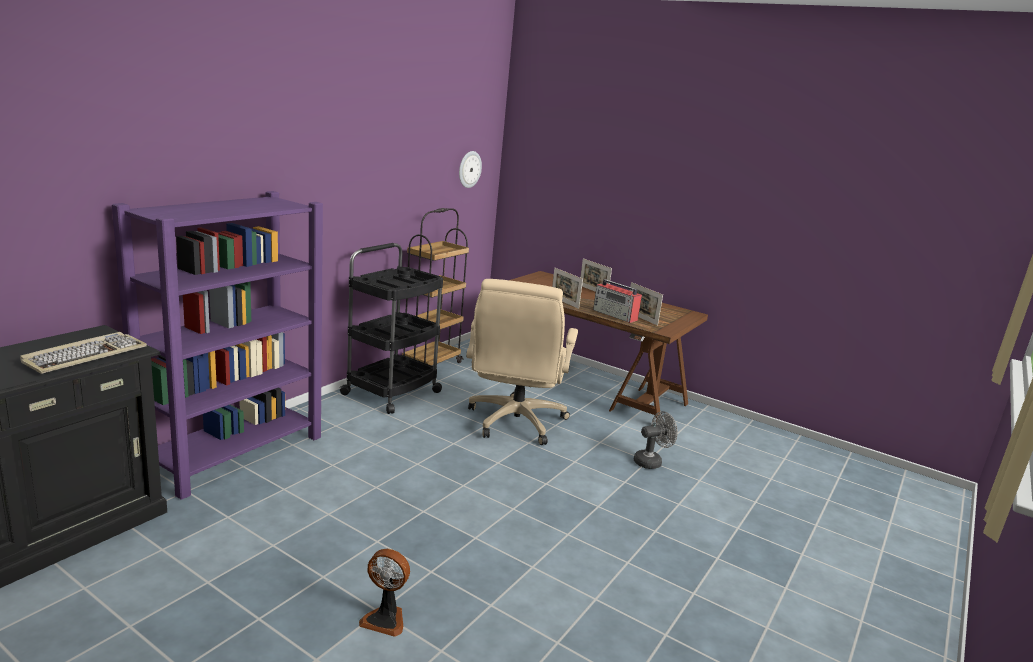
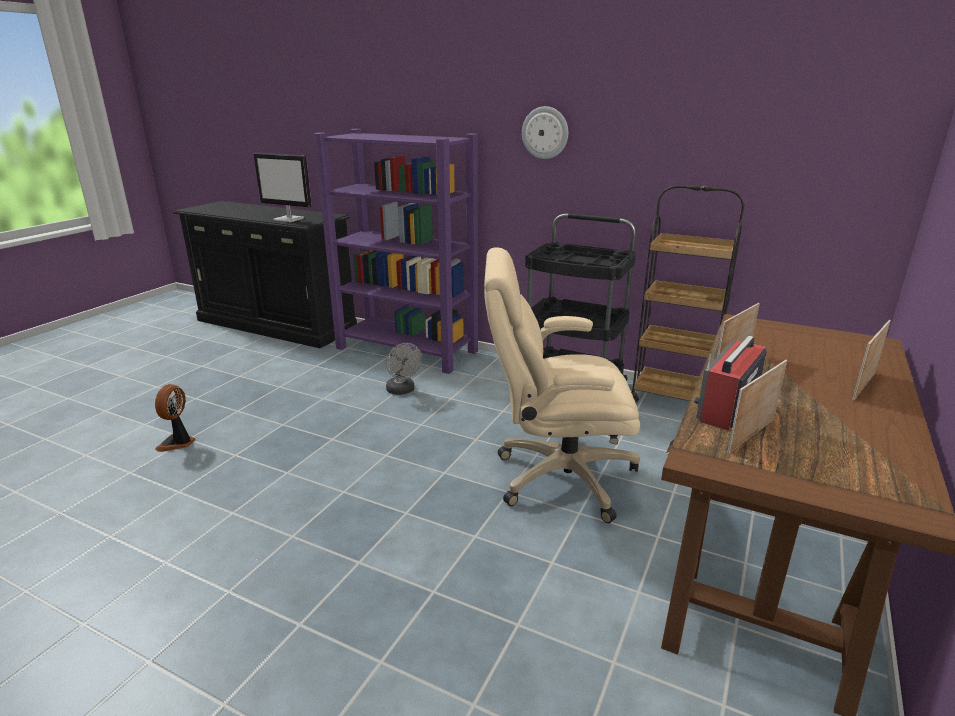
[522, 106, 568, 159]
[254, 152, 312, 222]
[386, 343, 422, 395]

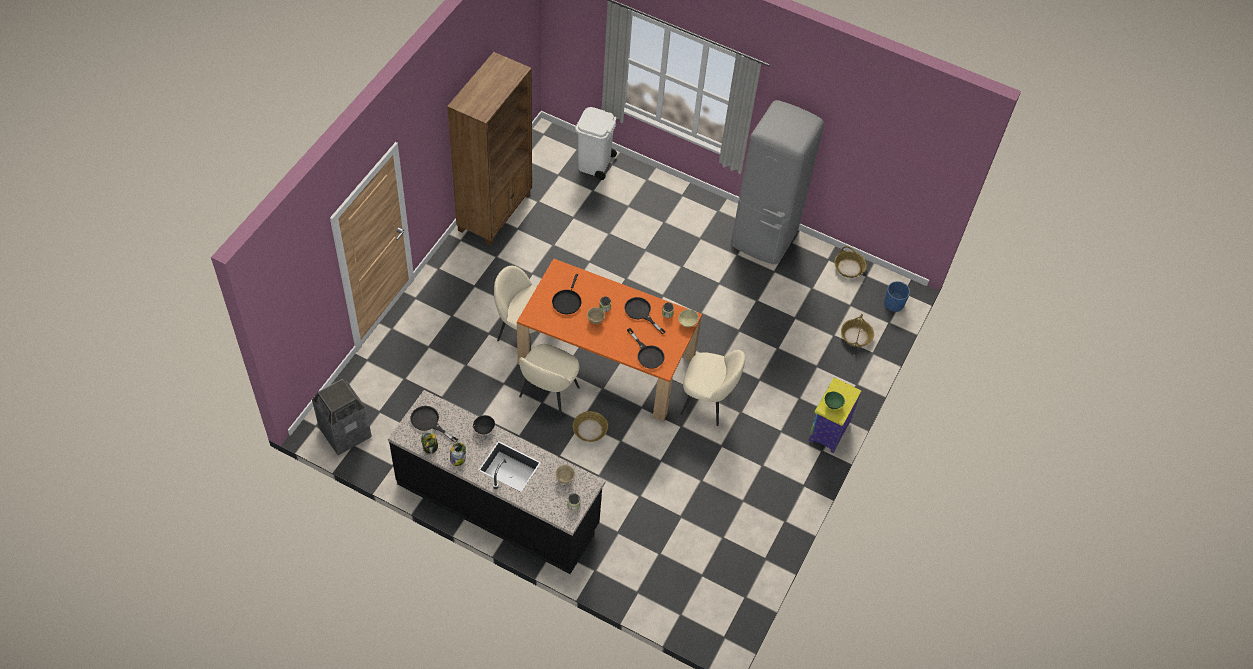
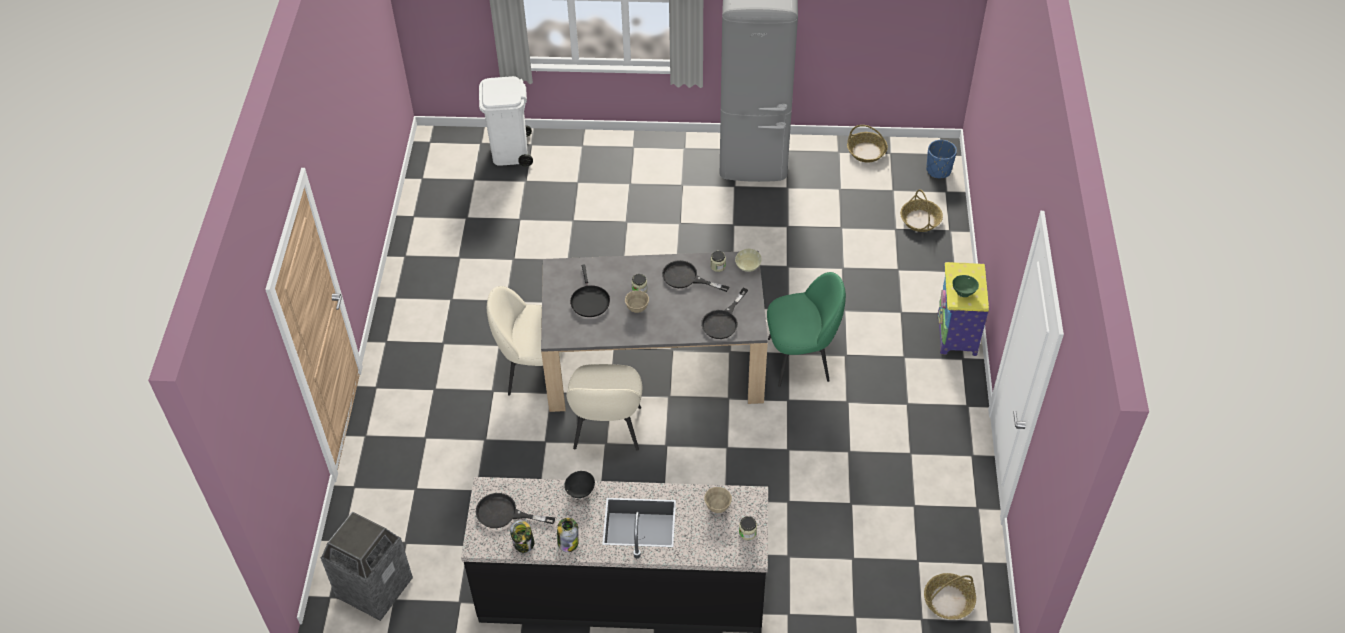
[447, 52, 532, 246] (first image)
[541, 251, 768, 412]
[701, 288, 748, 339]
[767, 272, 846, 387]
[924, 573, 976, 620]

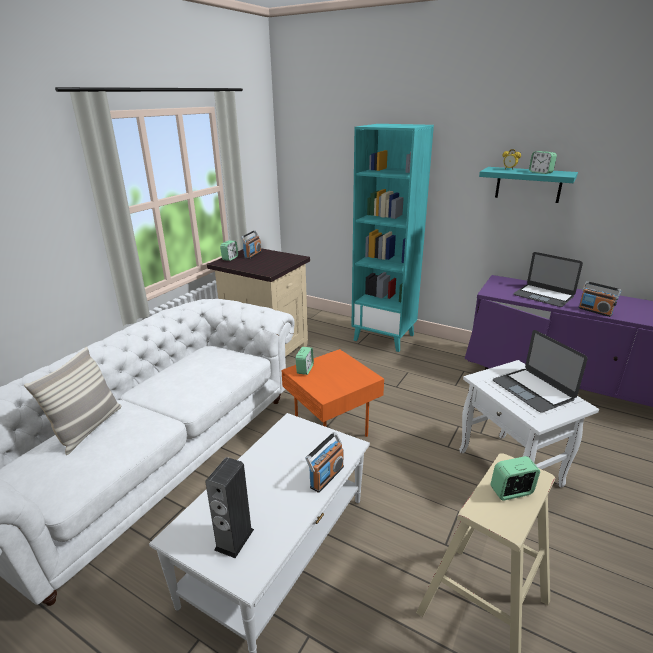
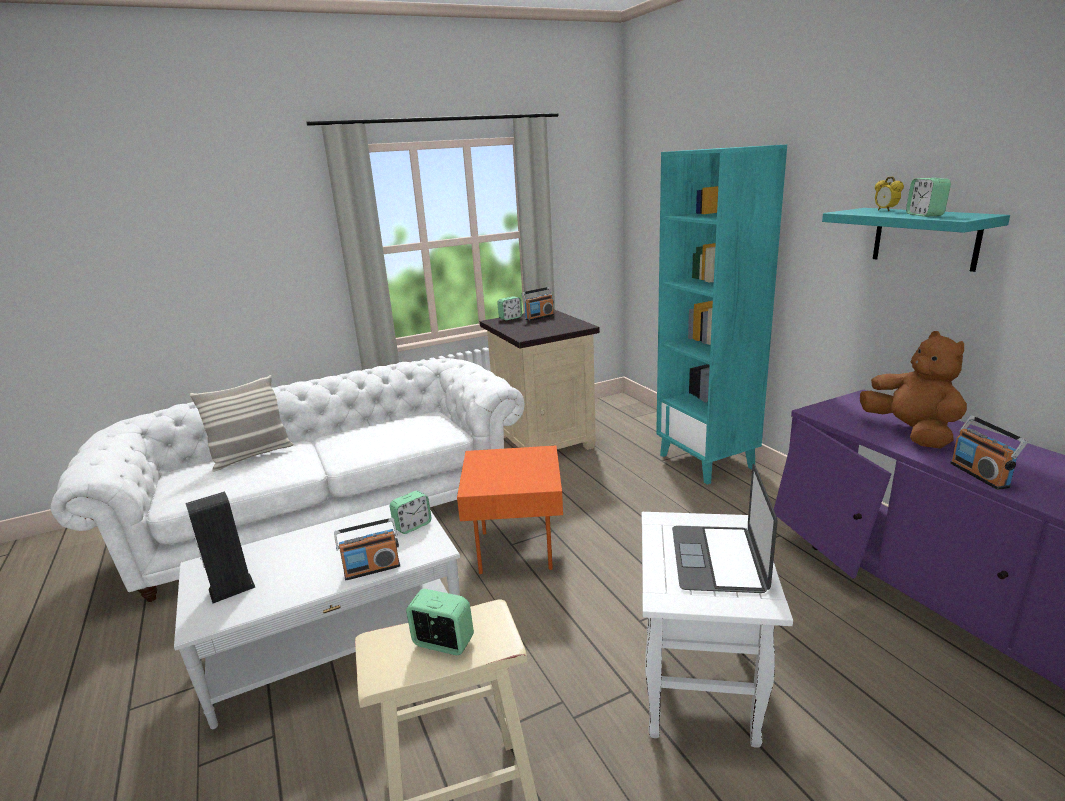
[860, 331, 967, 449]
[390, 491, 431, 534]

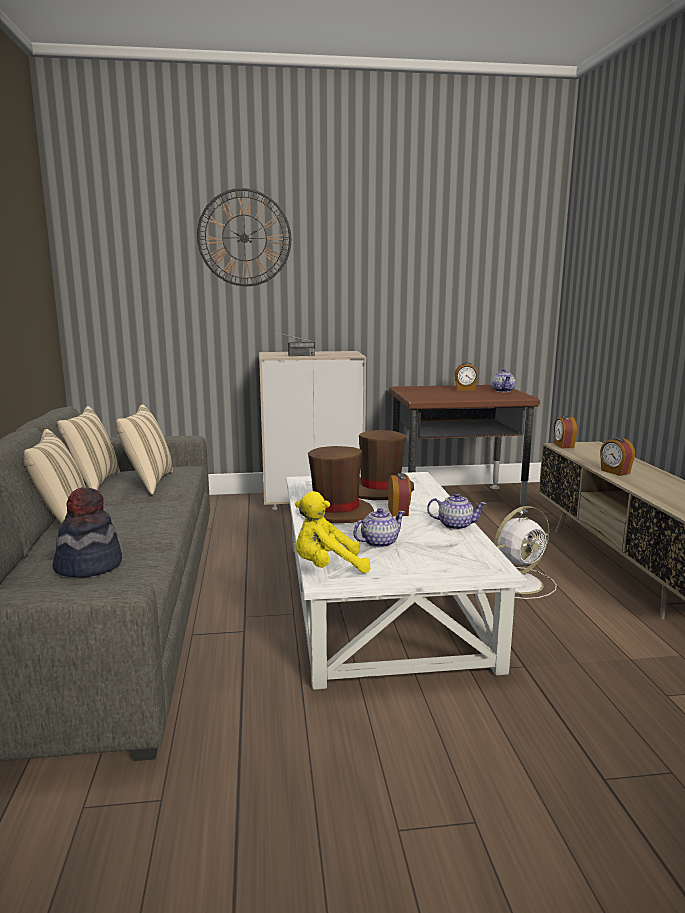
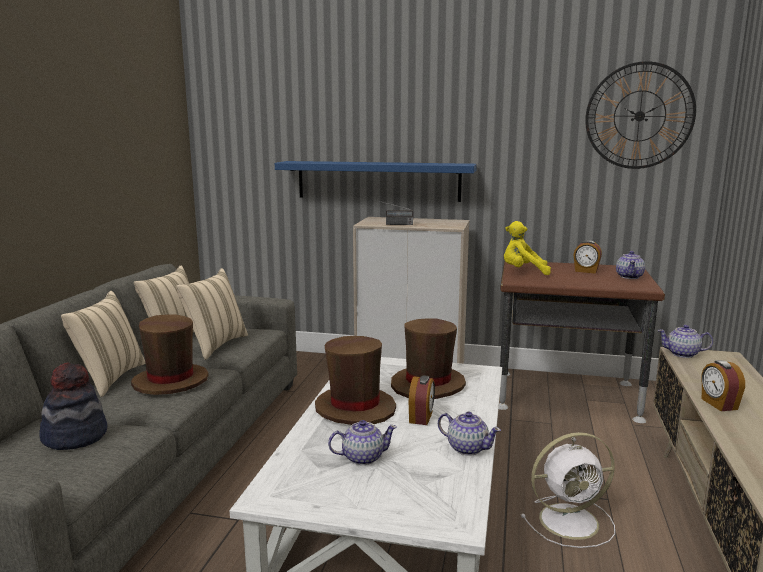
[585, 61, 696, 169]
[657, 325, 713, 358]
[504, 221, 551, 275]
[275, 161, 477, 202]
[131, 315, 209, 395]

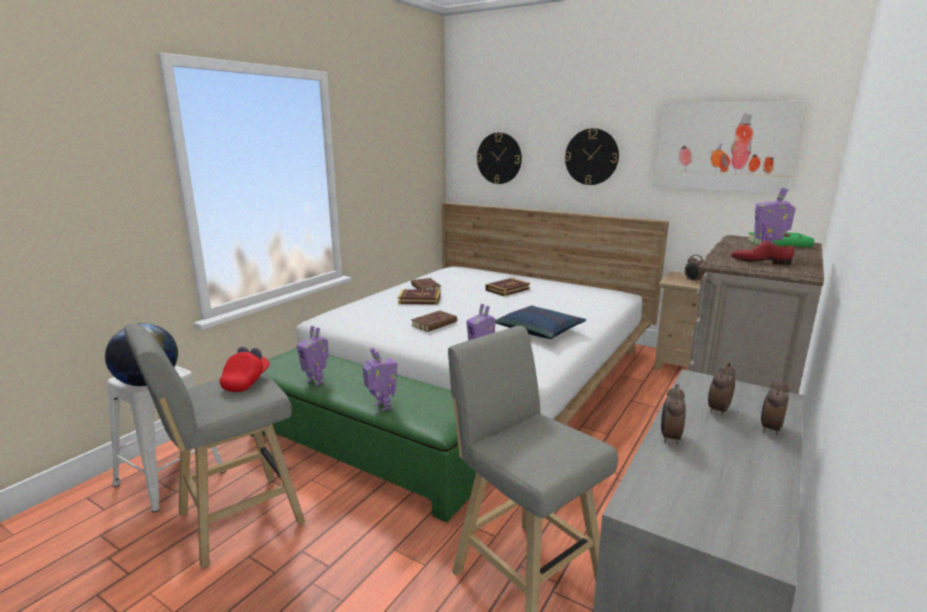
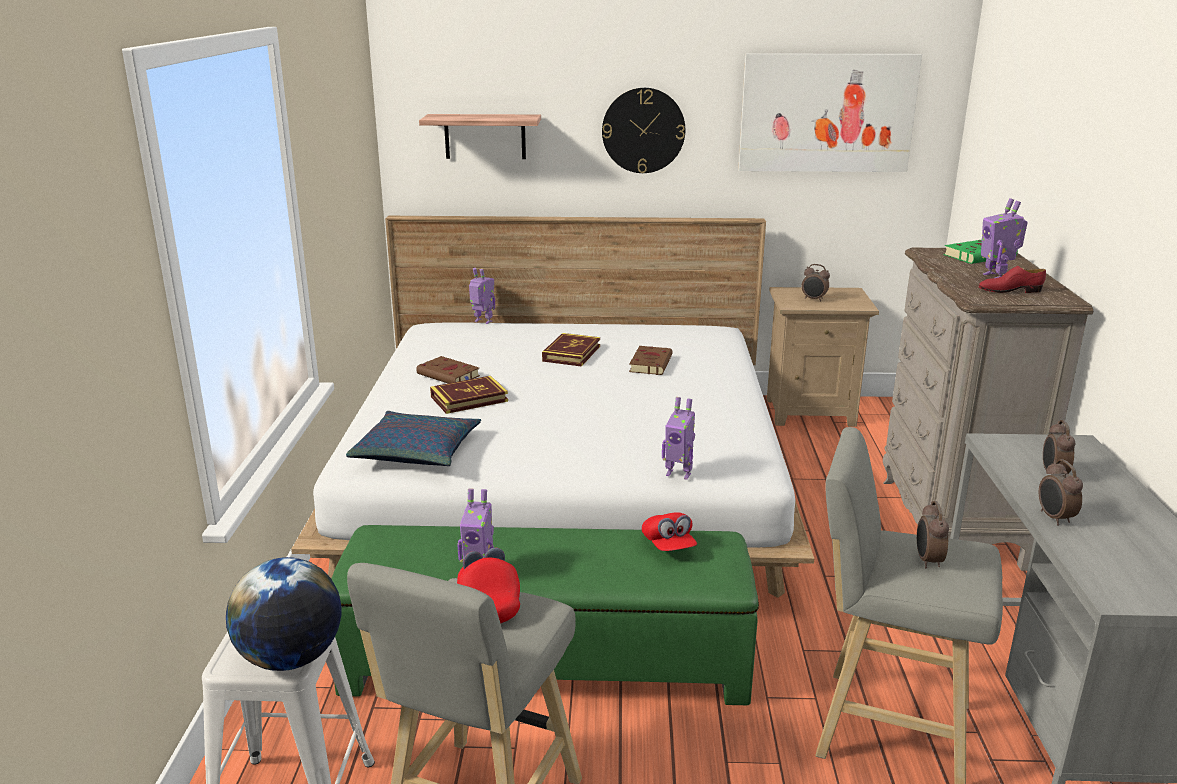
[419, 114, 541, 159]
[346, 411, 481, 466]
[629, 346, 673, 375]
[469, 268, 495, 324]
[917, 501, 949, 568]
[642, 512, 697, 551]

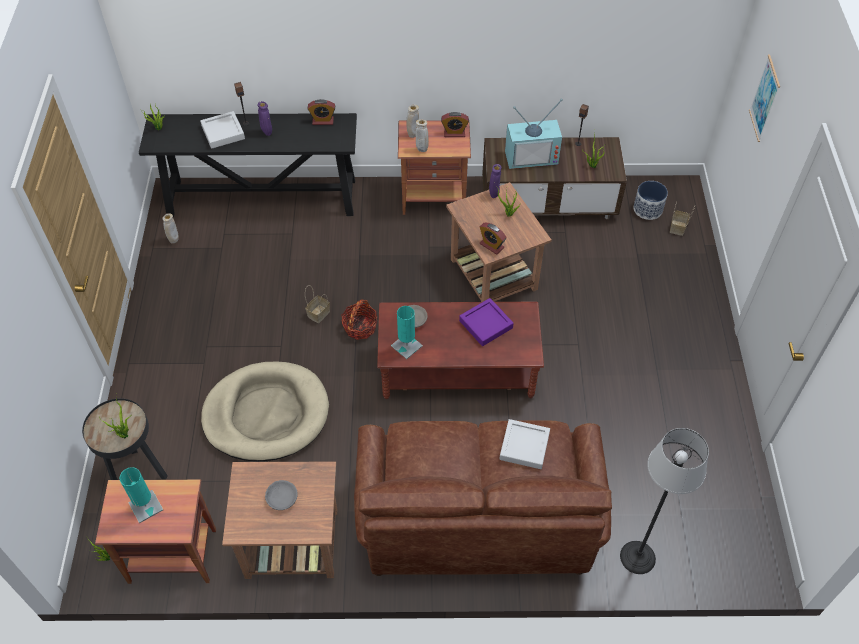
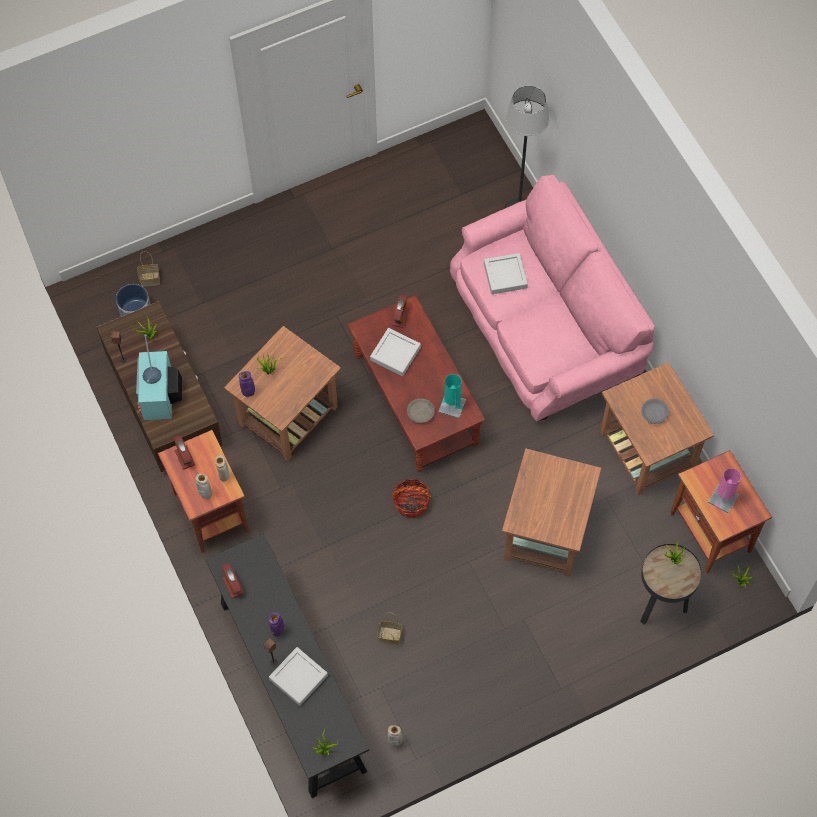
[749, 55, 780, 142] (first image)
[136, 334, 182, 420]
[392, 295, 409, 328]
[377, 613, 402, 645]
[370, 328, 421, 376]
[502, 448, 601, 577]
[450, 175, 655, 421]
[708, 468, 741, 513]

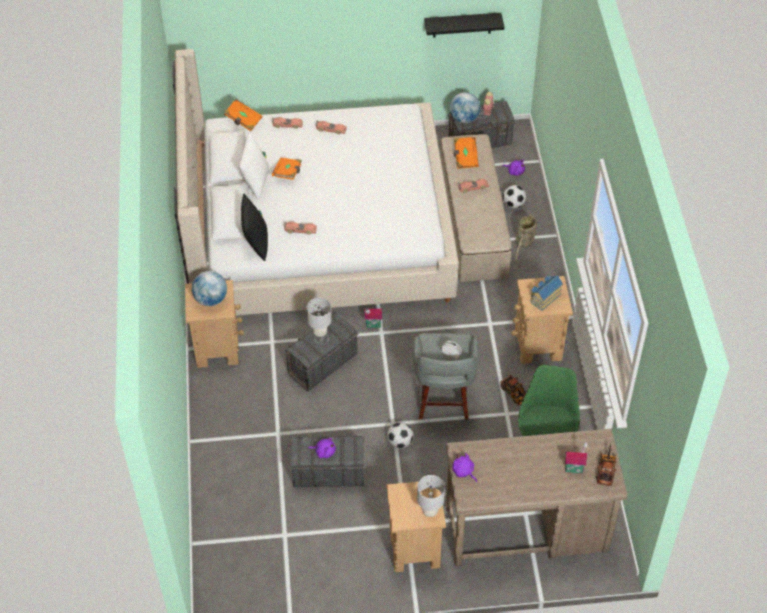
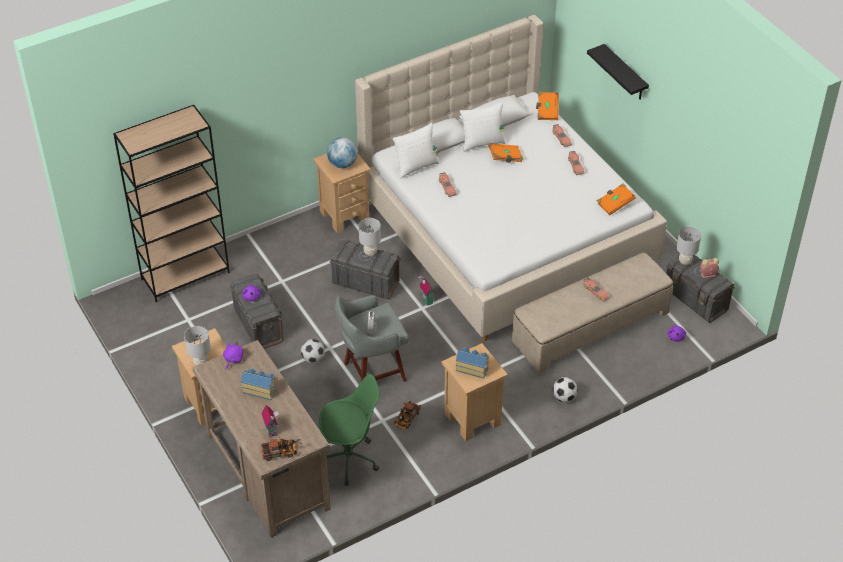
[587, 44, 649, 100]
[677, 227, 701, 265]
[597, 184, 636, 216]
[553, 377, 578, 402]
[392, 123, 439, 179]
[515, 212, 537, 263] (first image)
[113, 105, 230, 302]
[241, 368, 276, 400]

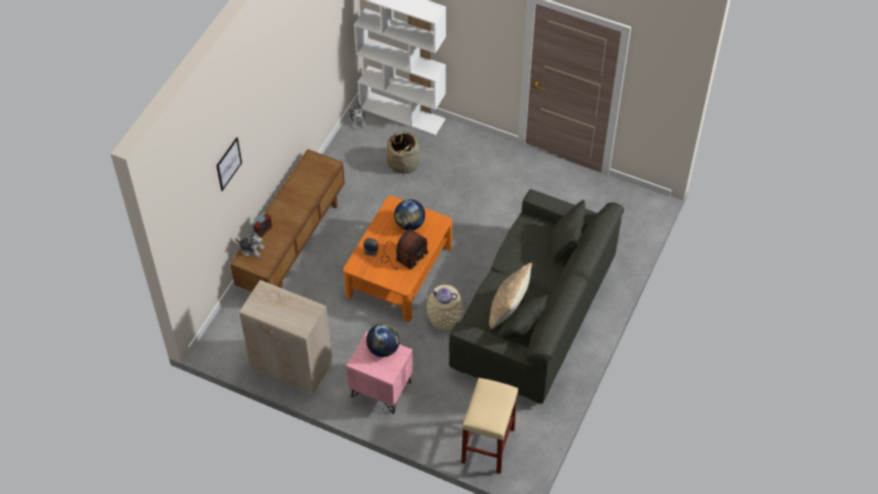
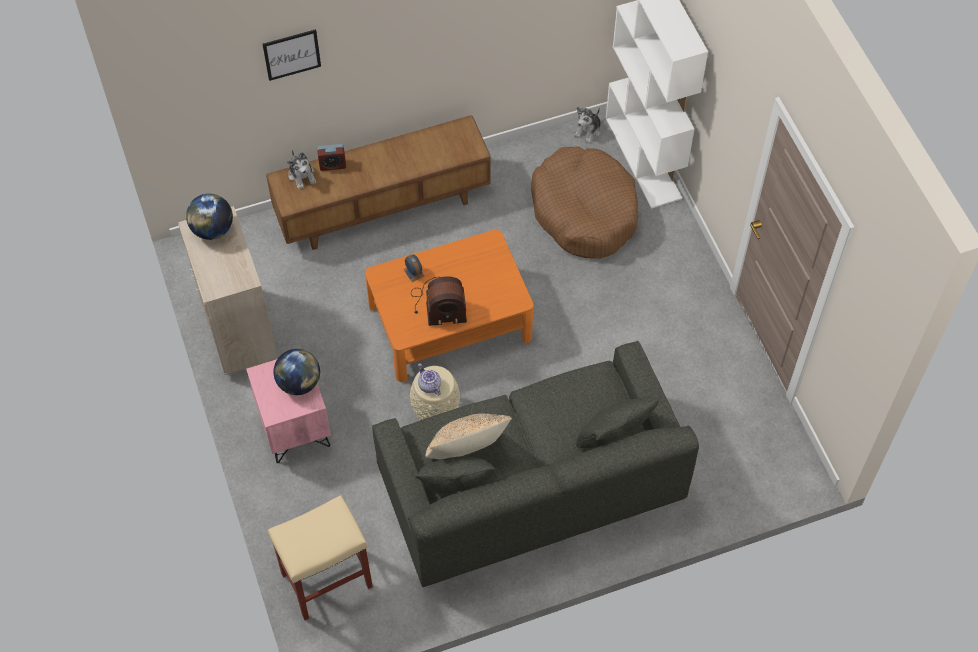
[531, 147, 638, 259]
[186, 193, 233, 240]

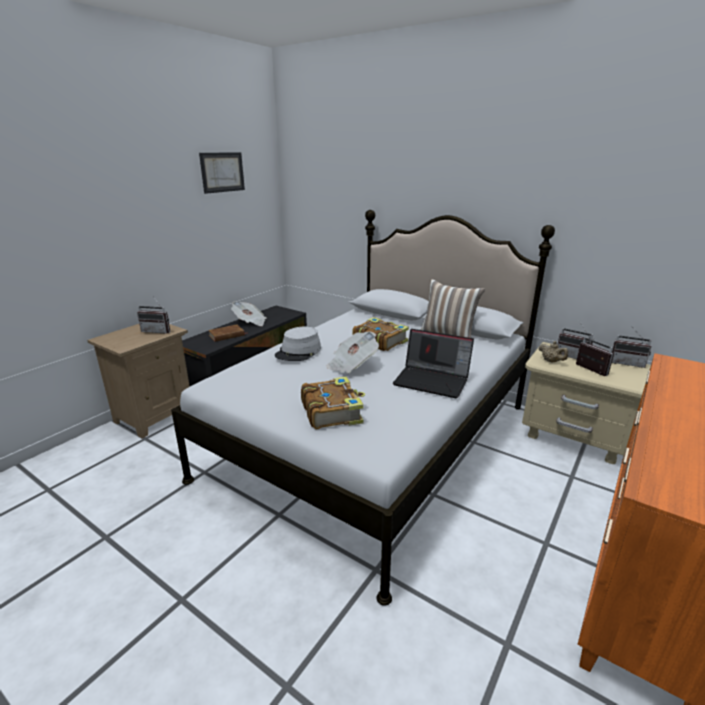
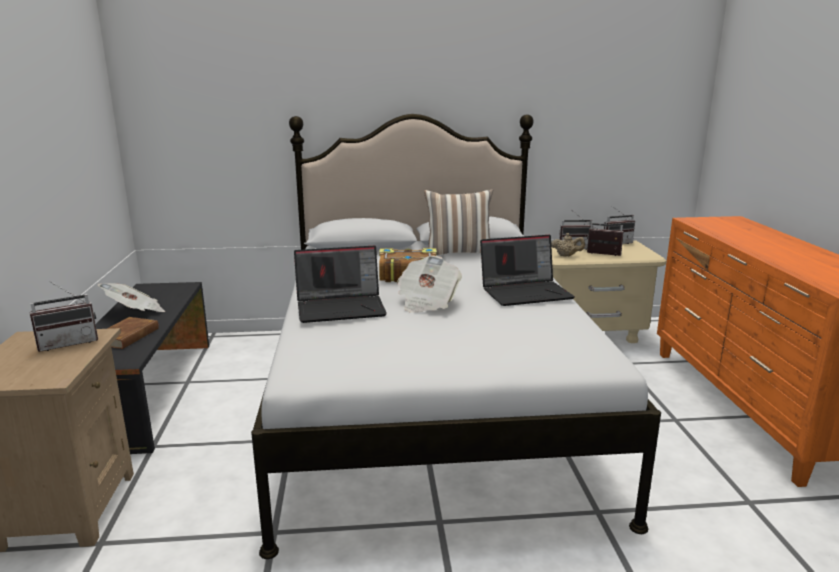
[199, 152, 245, 194] (first image)
[294, 245, 387, 323]
[301, 376, 365, 430] (first image)

